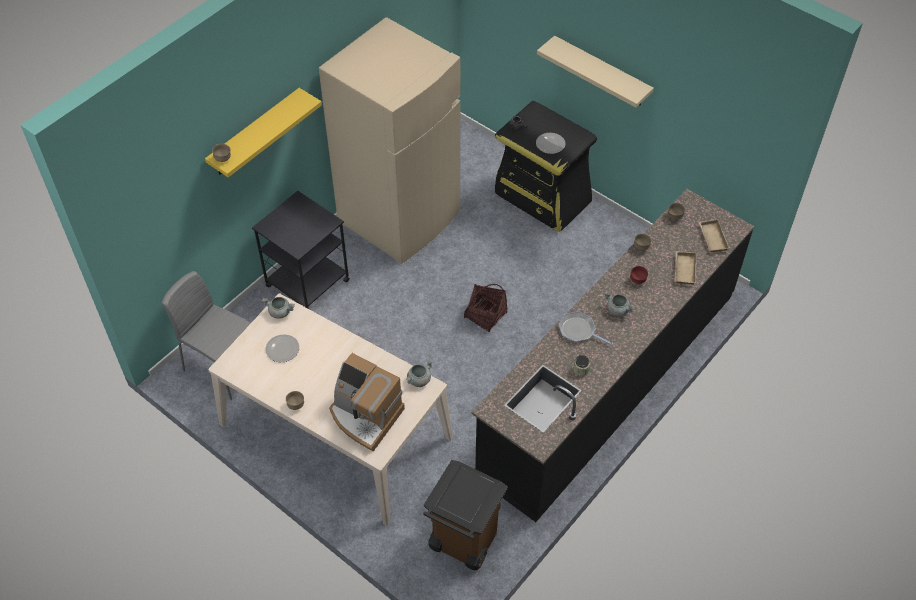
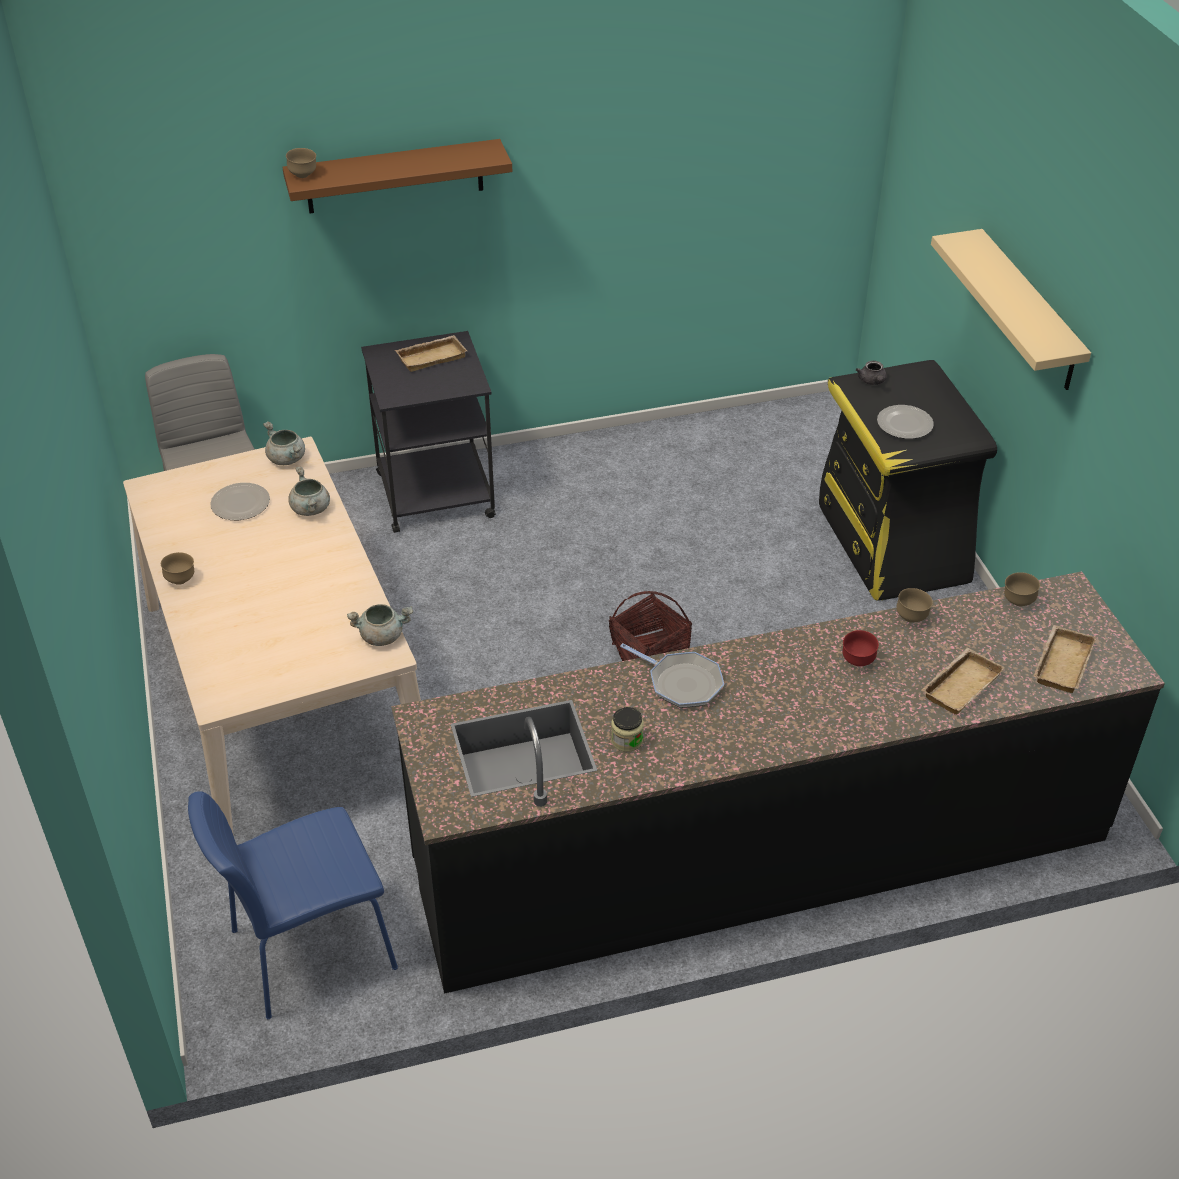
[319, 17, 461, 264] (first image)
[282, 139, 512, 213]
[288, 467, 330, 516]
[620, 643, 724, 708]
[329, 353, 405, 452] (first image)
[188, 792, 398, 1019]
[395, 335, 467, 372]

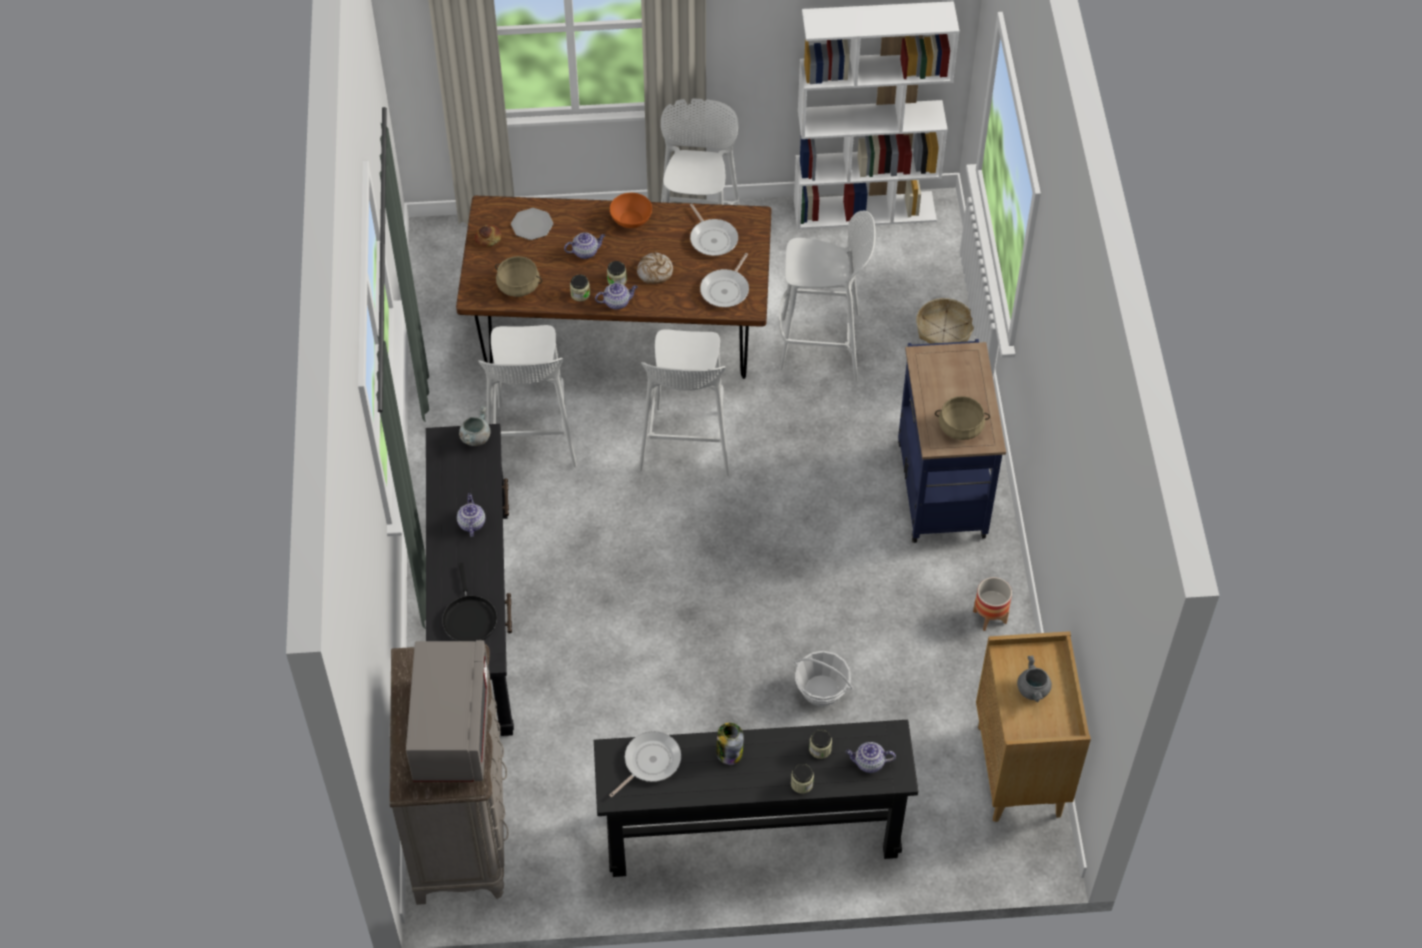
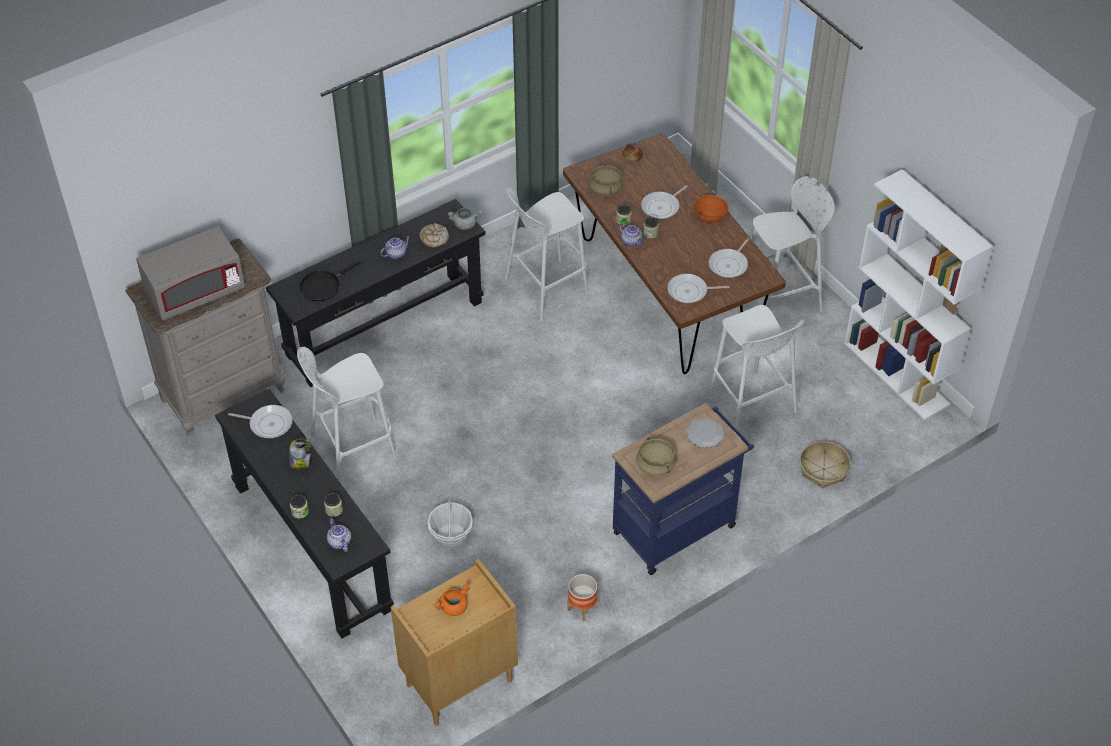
[686, 418, 724, 448]
[641, 185, 688, 219]
[419, 223, 449, 247]
[297, 347, 397, 483]
[433, 583, 470, 616]

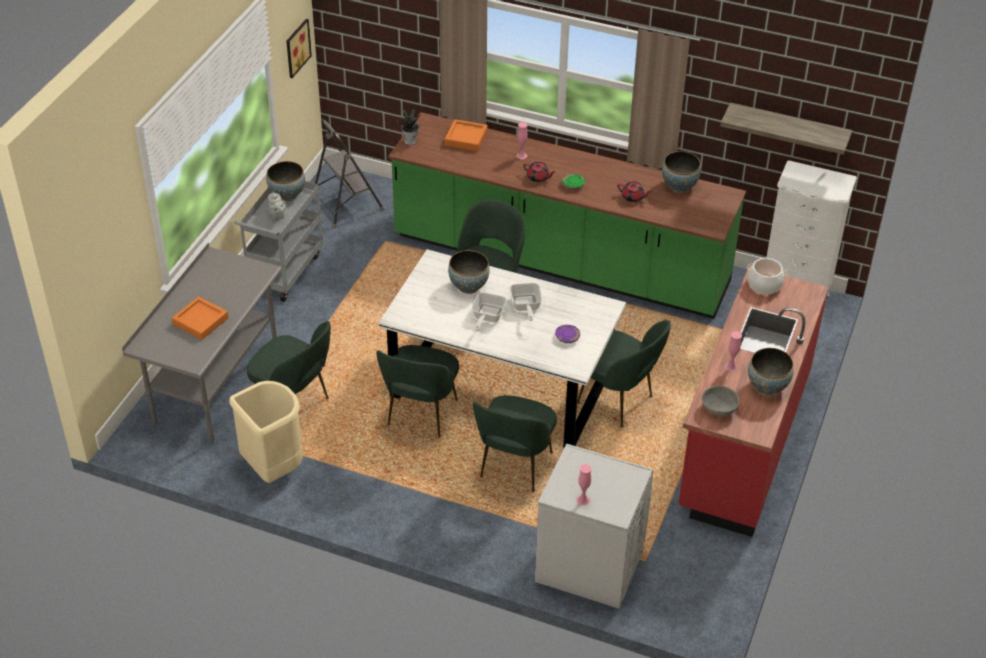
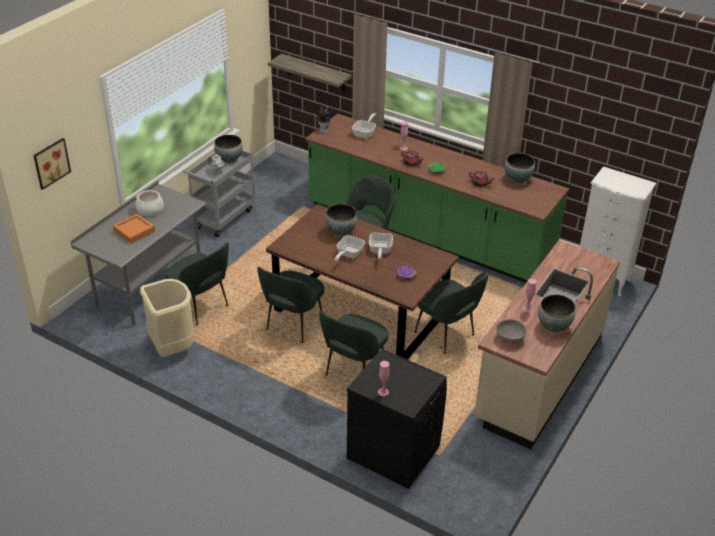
[33, 138, 71, 190]
[268, 54, 352, 92]
[311, 118, 386, 229] (first image)
[352, 113, 376, 139]
[266, 204, 459, 360]
[136, 190, 164, 217]
[474, 240, 620, 449]
[347, 349, 447, 489]

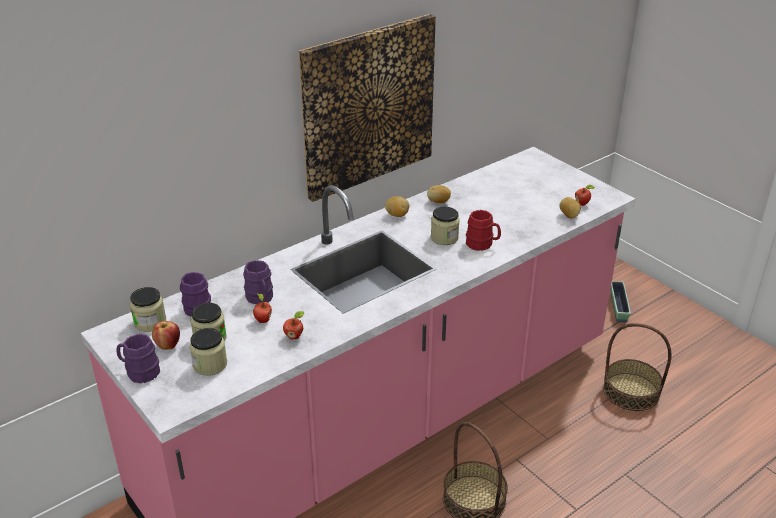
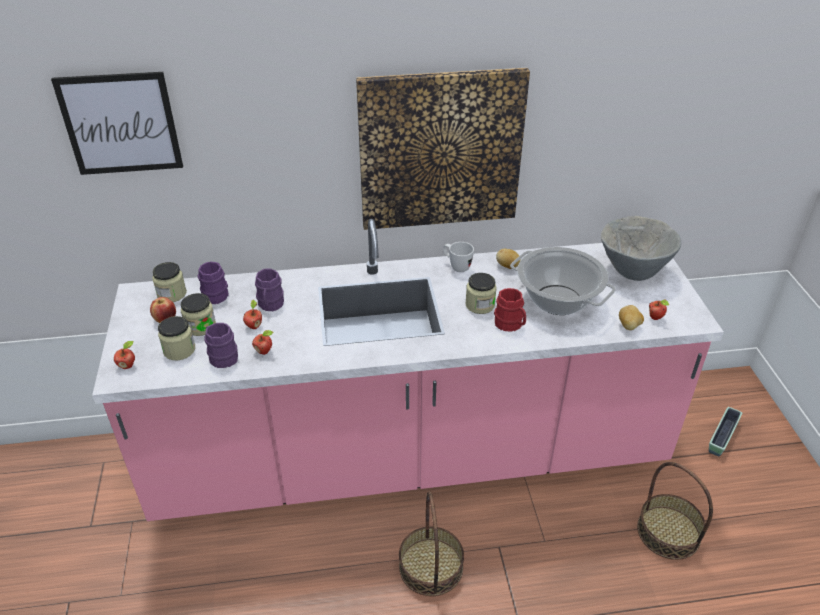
[443, 242, 474, 272]
[204, 323, 238, 368]
[51, 72, 183, 175]
[601, 216, 681, 281]
[510, 247, 616, 315]
[114, 341, 135, 369]

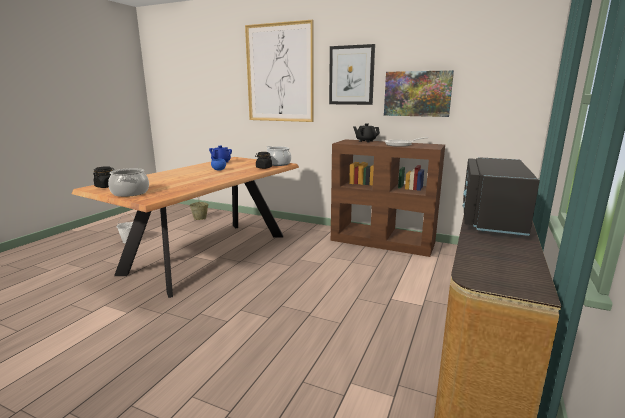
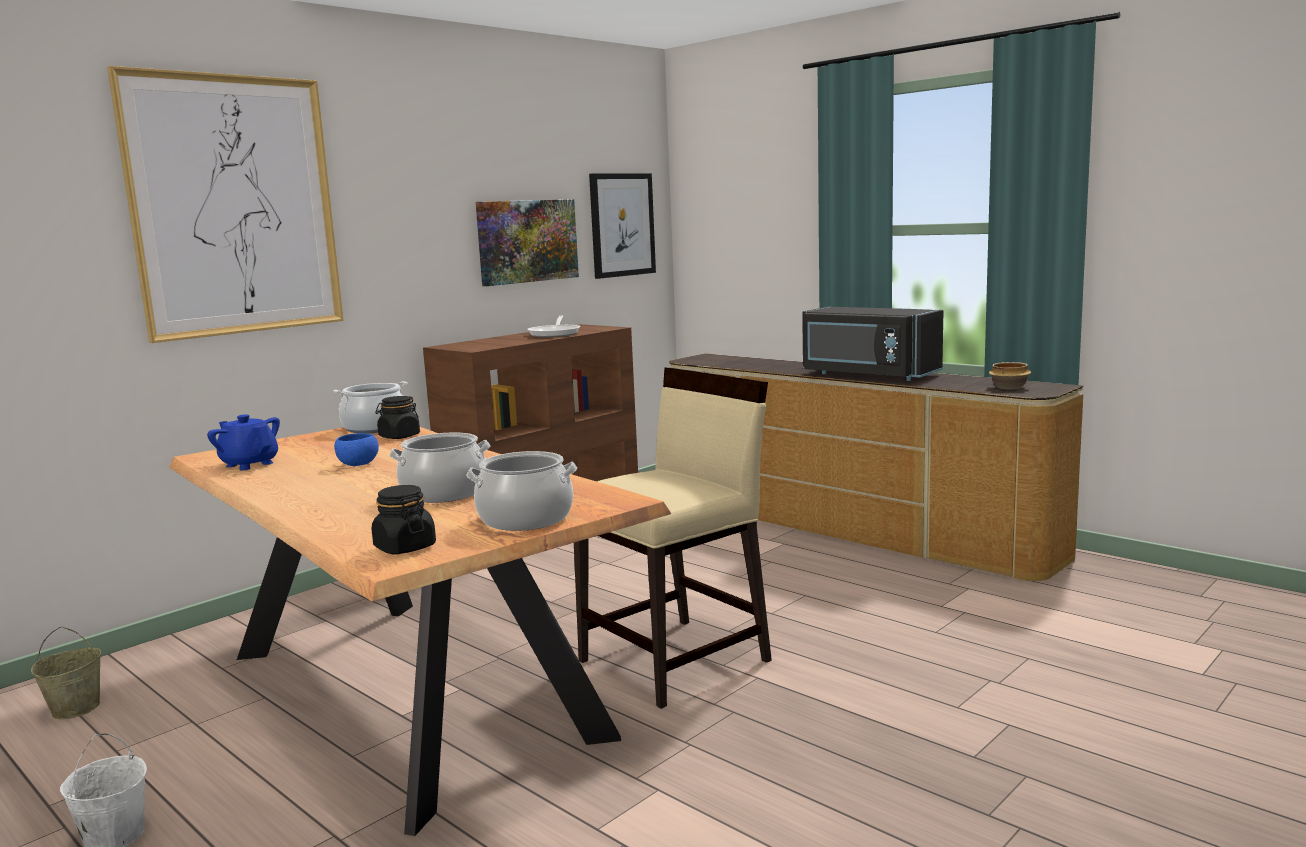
[589, 173, 656, 279]
[353, 123, 380, 142] (first image)
[989, 362, 1031, 390]
[574, 368, 772, 709]
[389, 432, 490, 503]

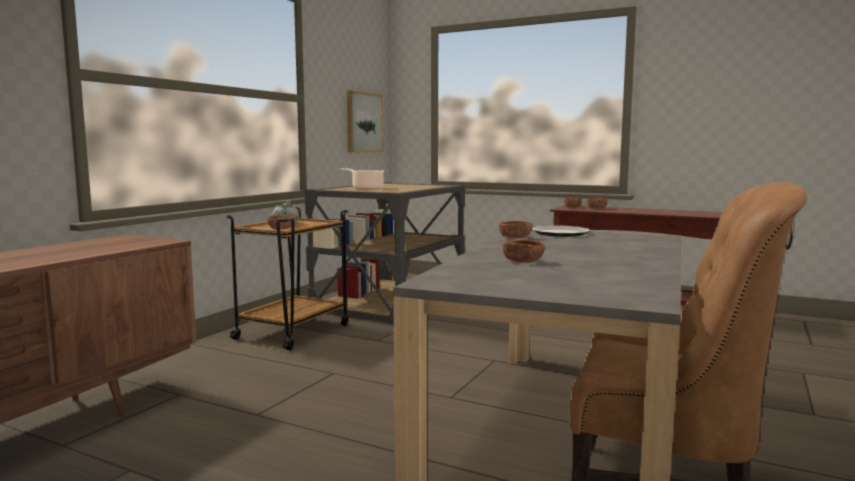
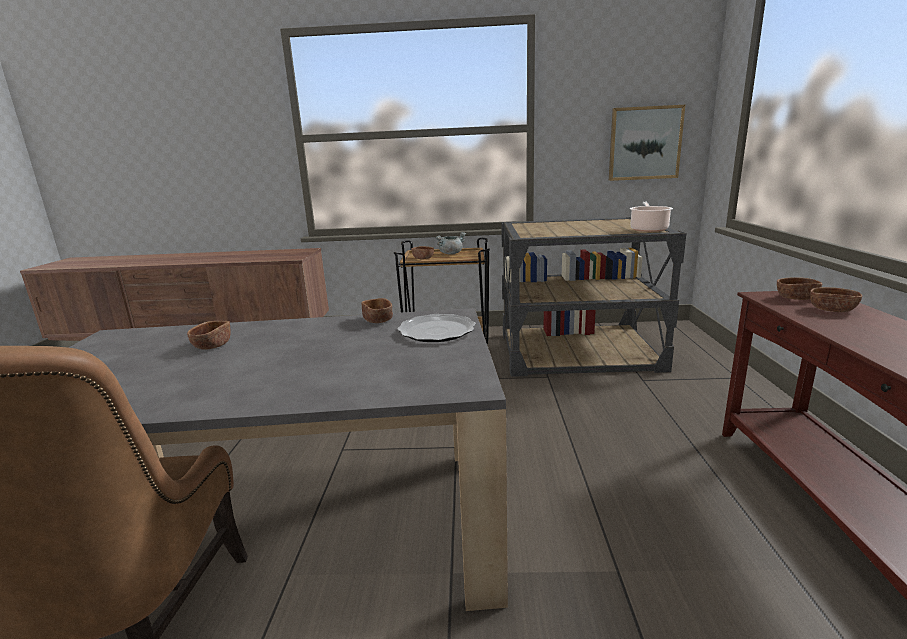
[630, 202, 673, 232]

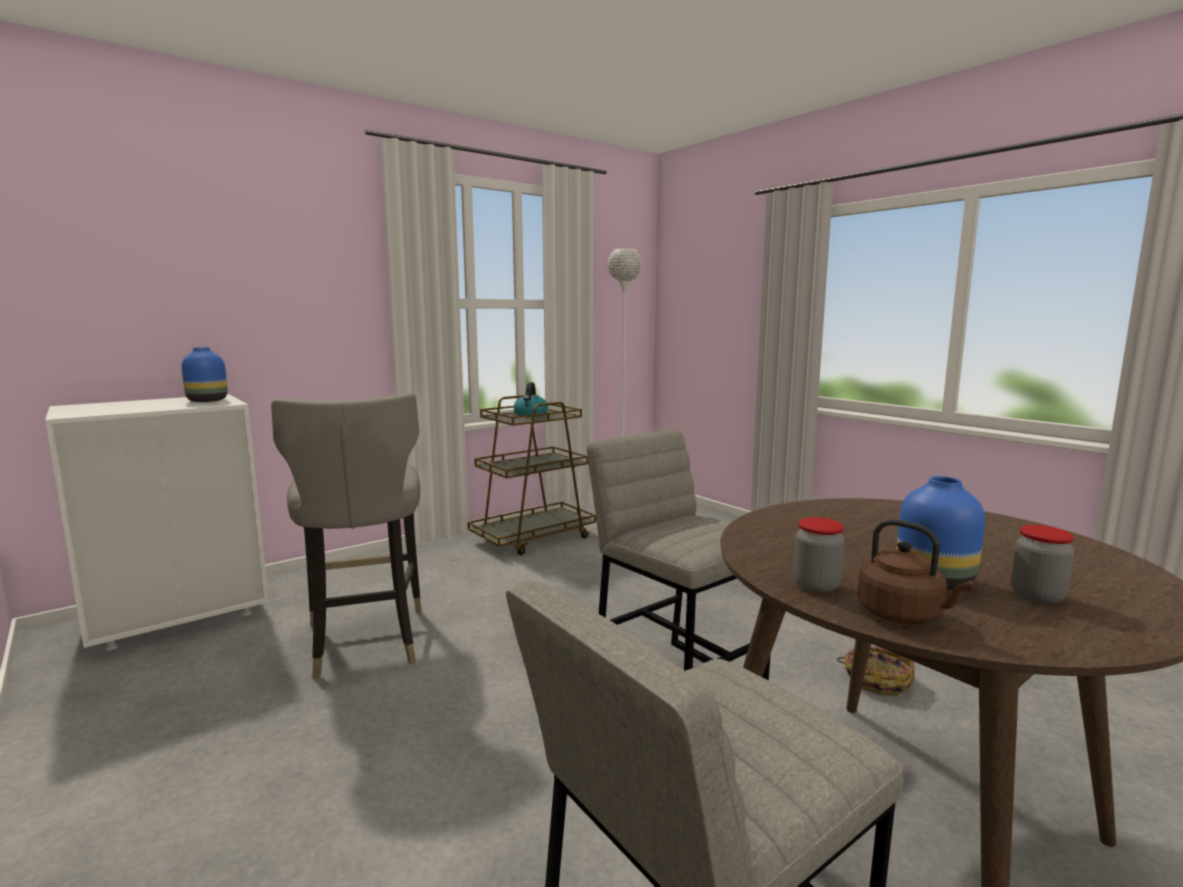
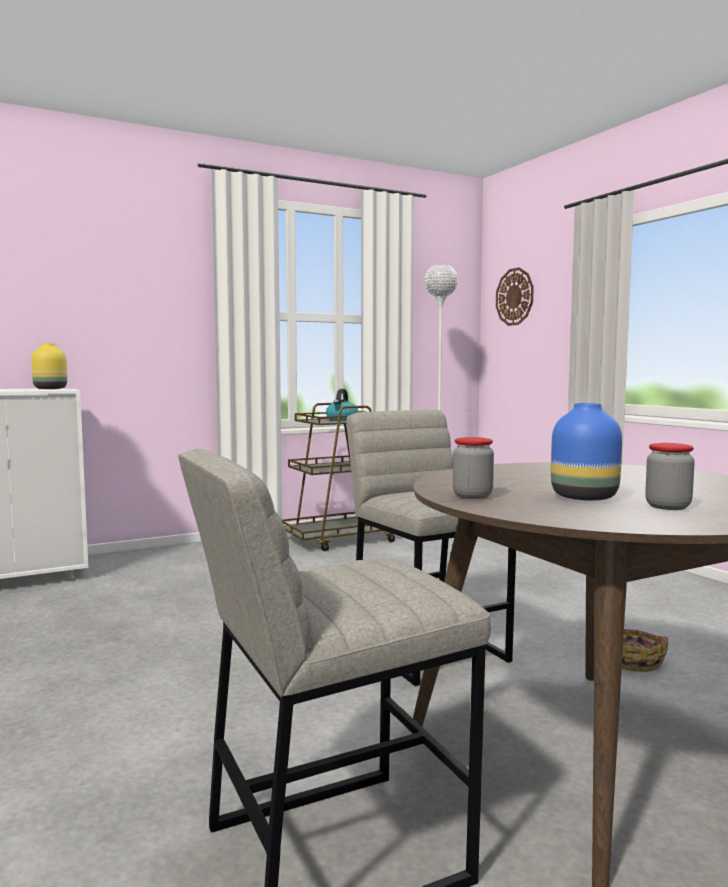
[31, 343, 67, 389]
[271, 393, 422, 679] (first image)
[857, 519, 973, 624] (first image)
[496, 267, 534, 326]

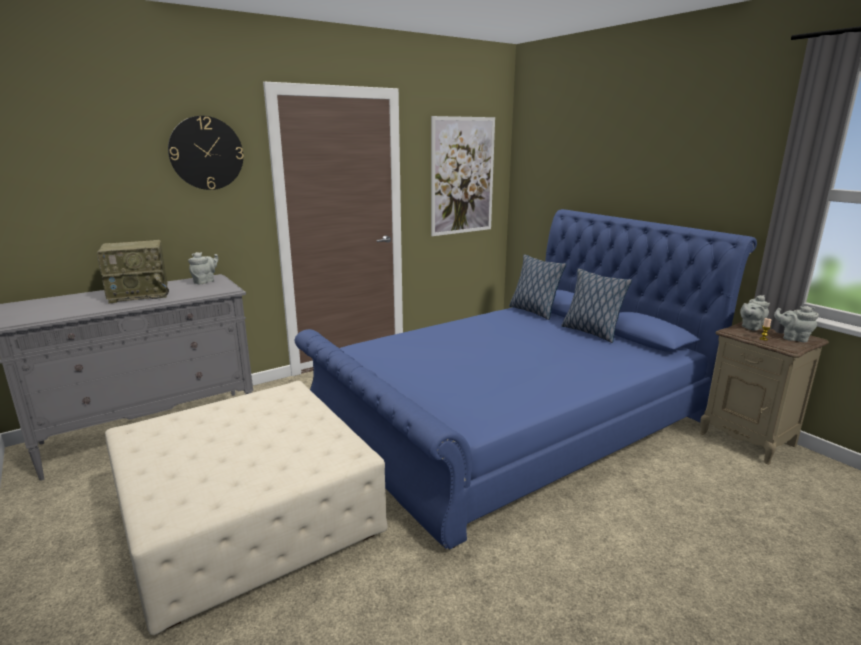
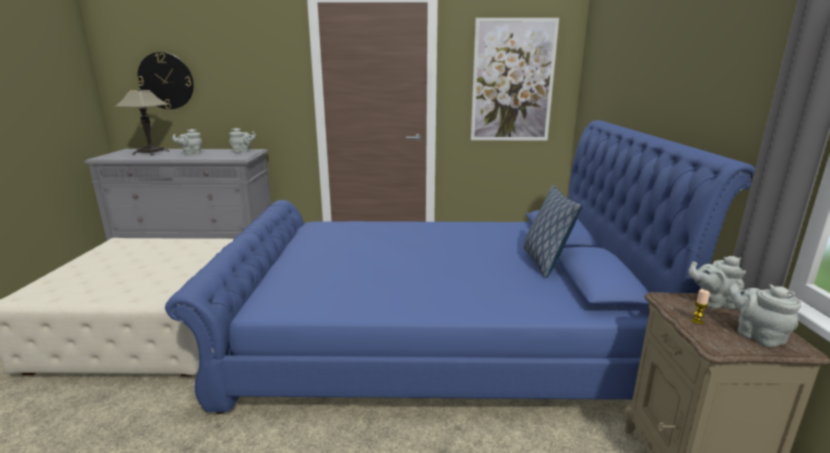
[137, 52, 194, 109]
[172, 129, 202, 155]
[509, 254, 566, 320] (first image)
[115, 90, 170, 156]

